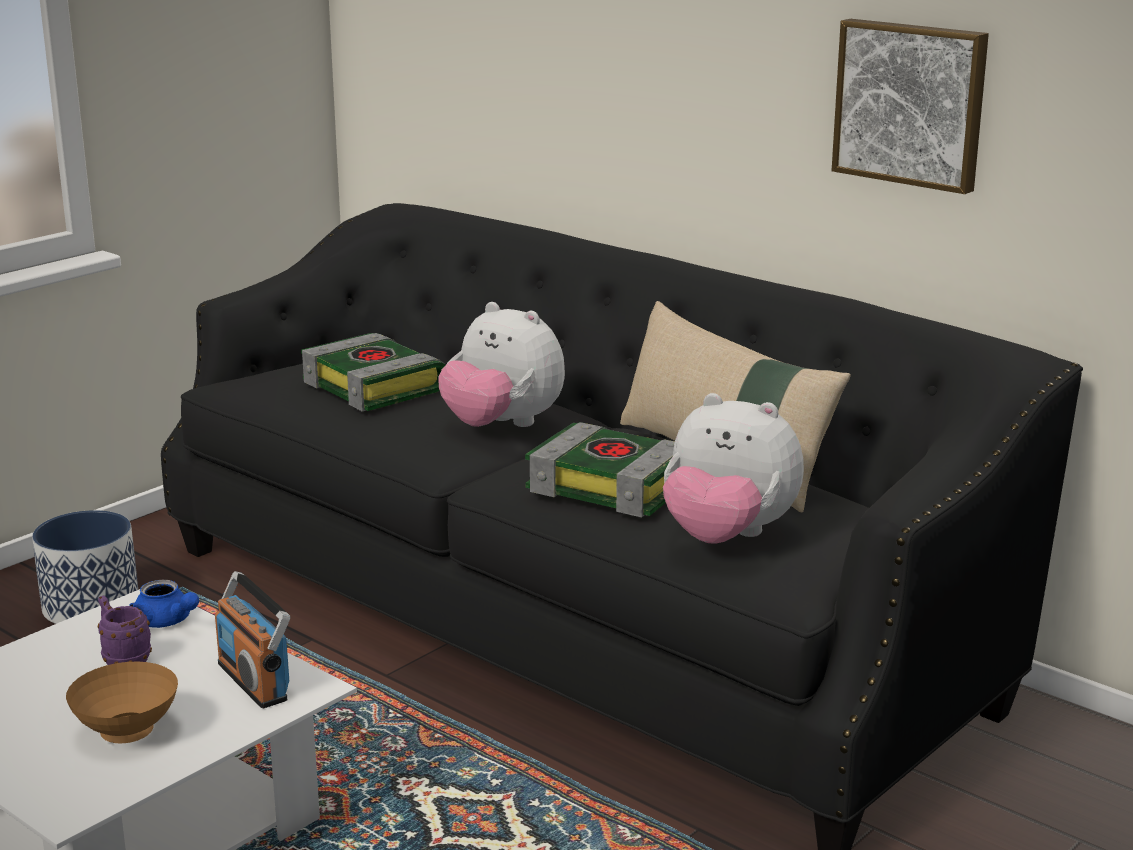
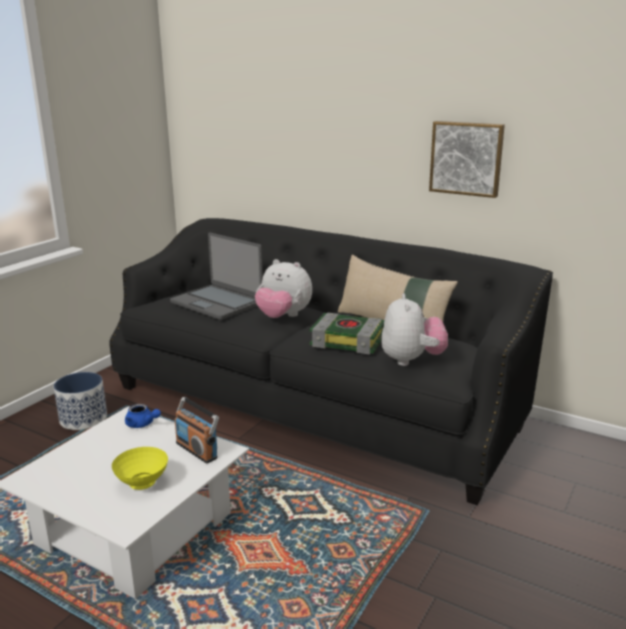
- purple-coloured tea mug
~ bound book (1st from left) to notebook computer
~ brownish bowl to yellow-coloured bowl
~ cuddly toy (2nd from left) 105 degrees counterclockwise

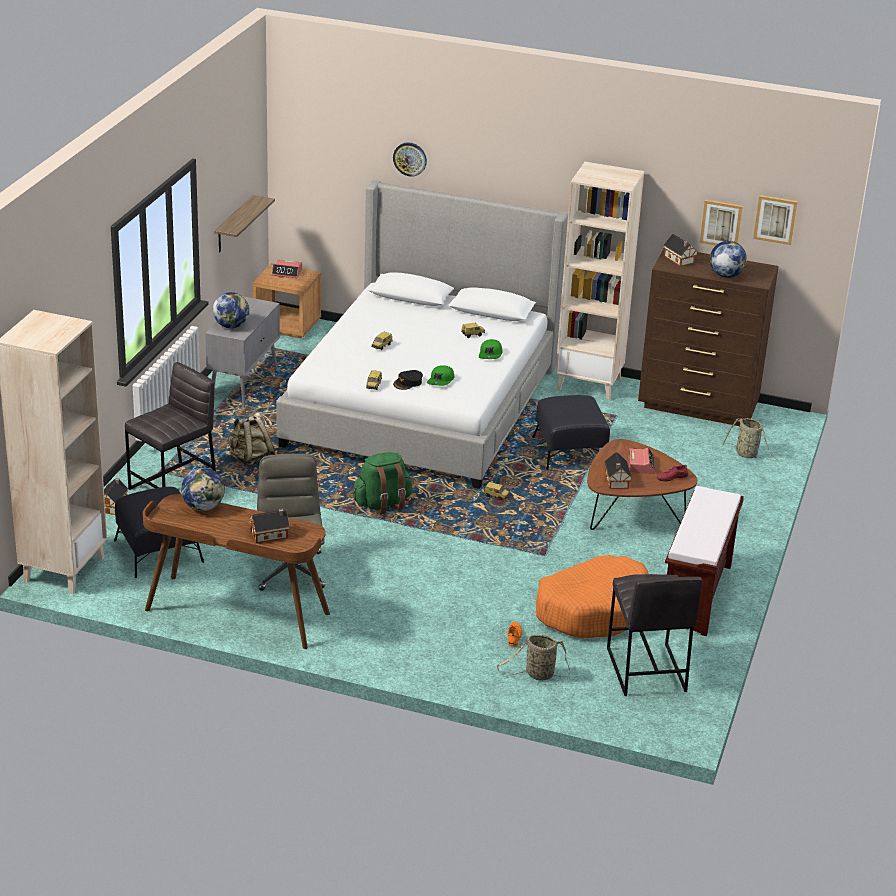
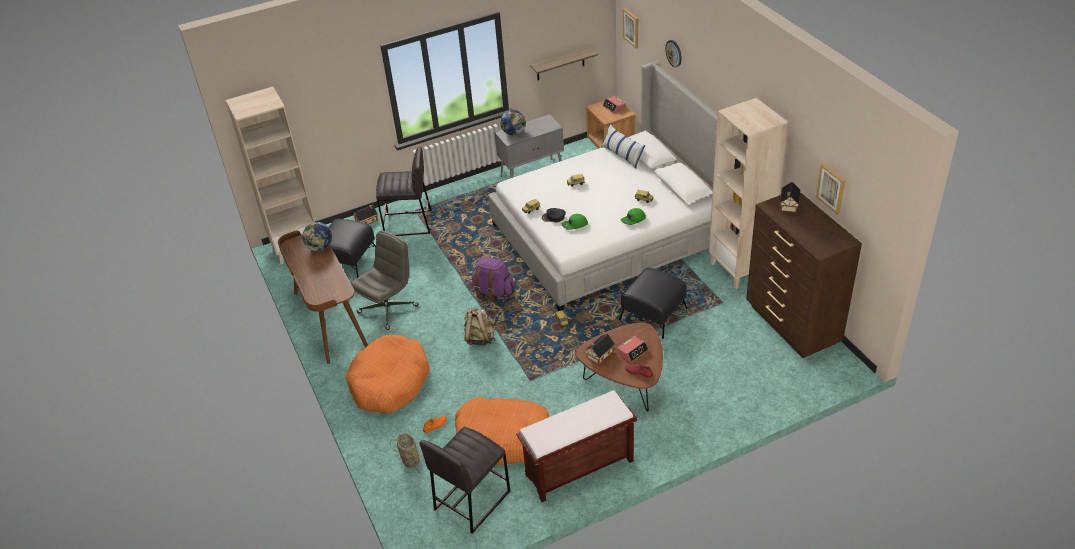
- toy house (2nd from left)
- globe (3rd from left)
- household basket (2nd from left)
+ orange pet bed (1st from left)
+ pillow
~ sand-coloured rucksack
~ picture (2nd from left in the first image) to picture (1st from left)
~ greenish rucksack to purple-coloured rucksack

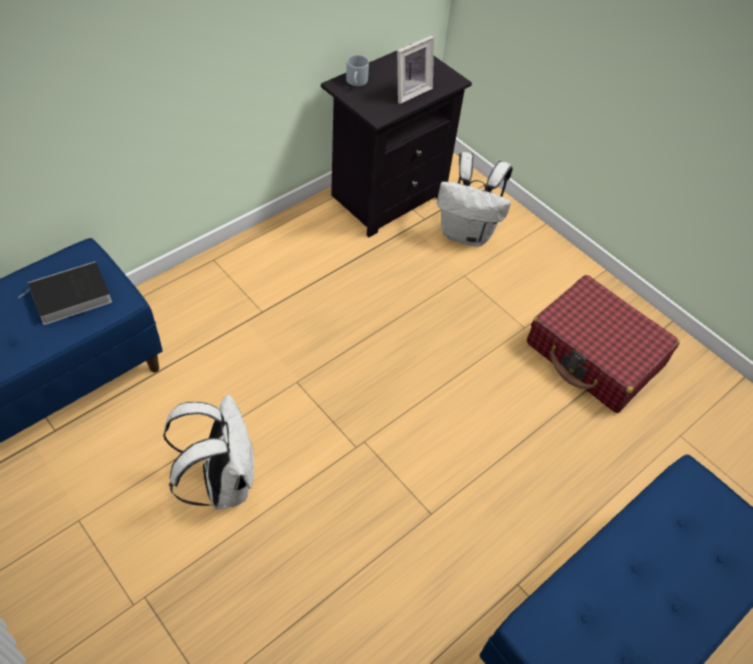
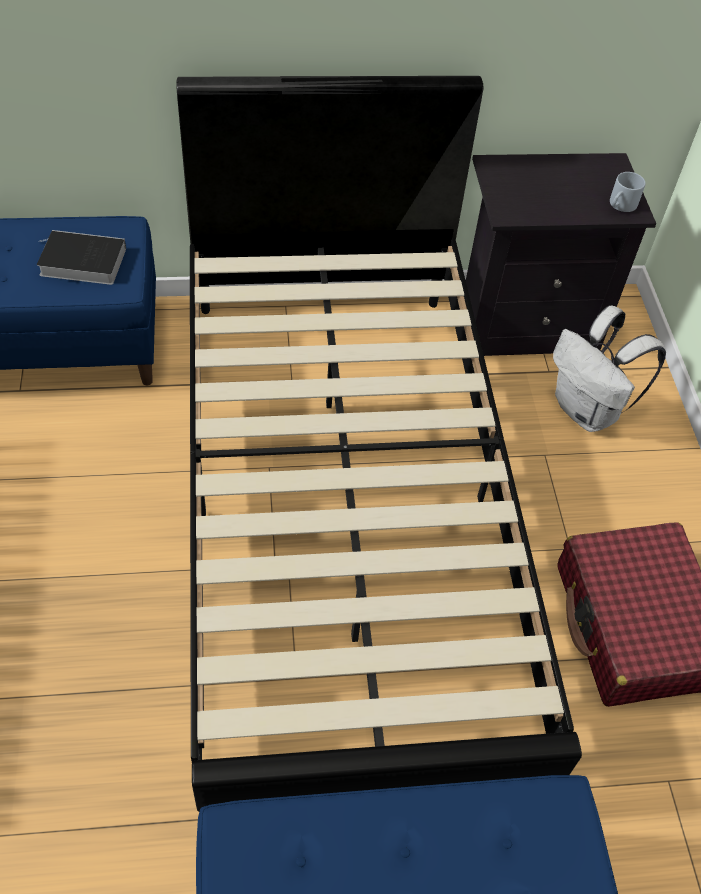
- whitish rucksack (1st from left)
- picture frame
+ blackish bed
~ gray tea mug

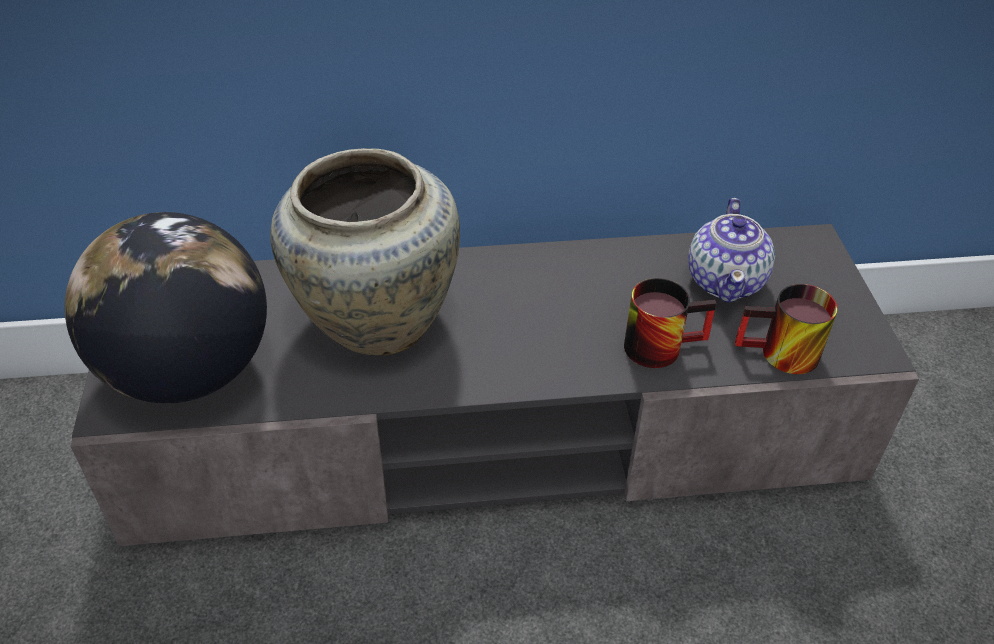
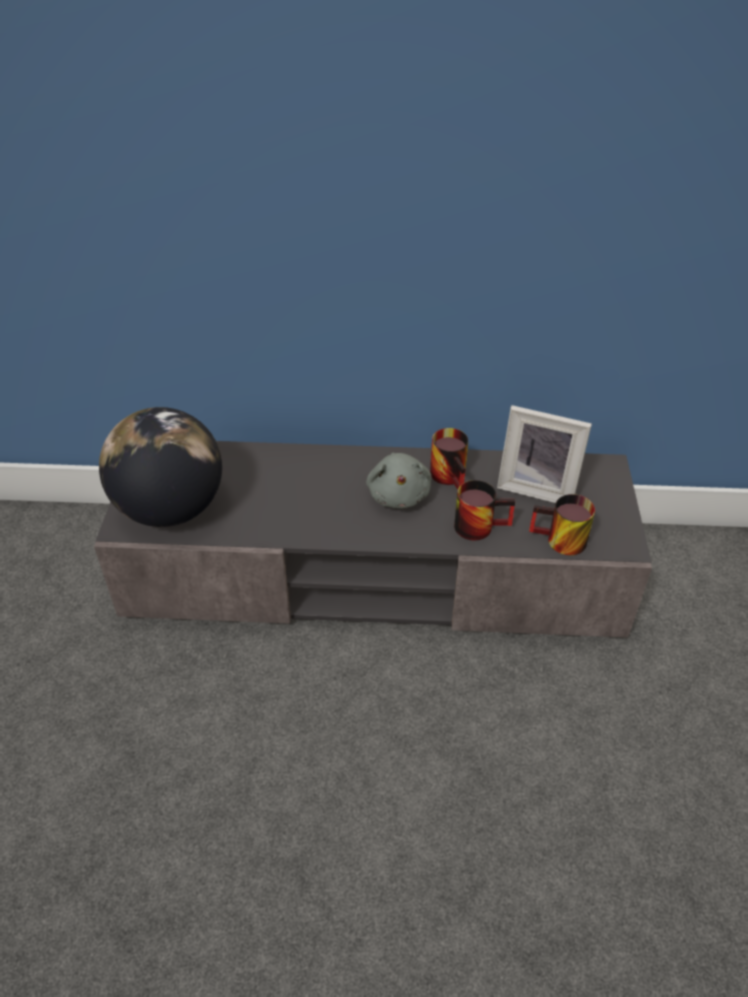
- sand-coloured flower vase
+ gray cuddly toy
+ tea mug (1st from left)
~ tea pot to picture frame

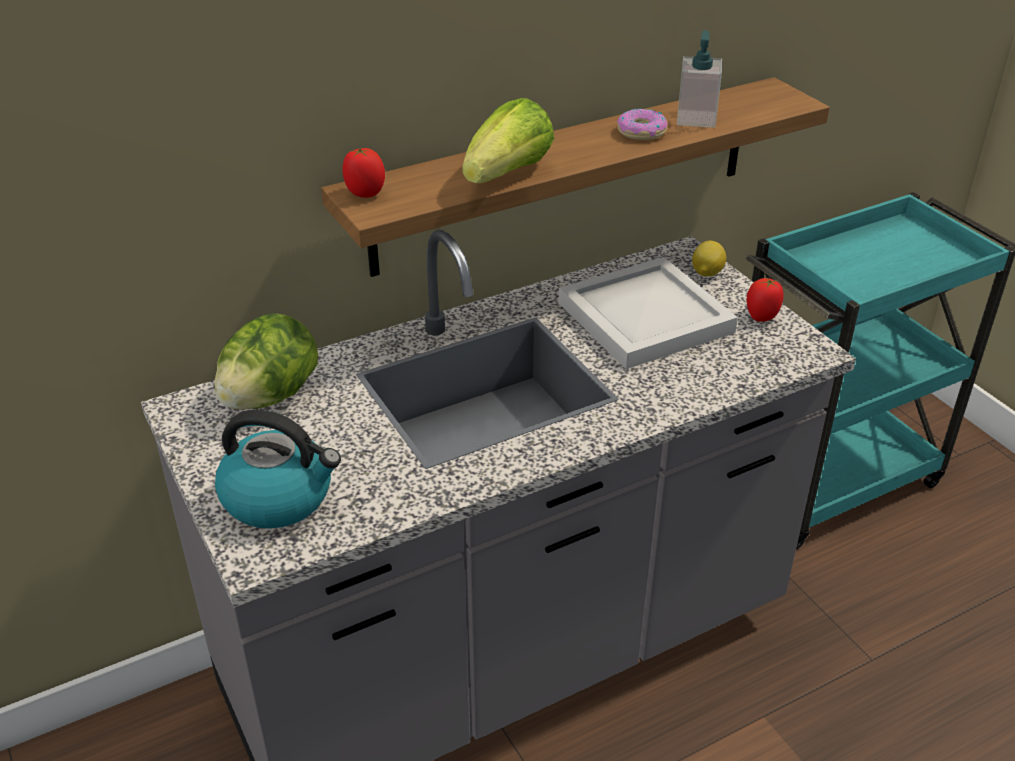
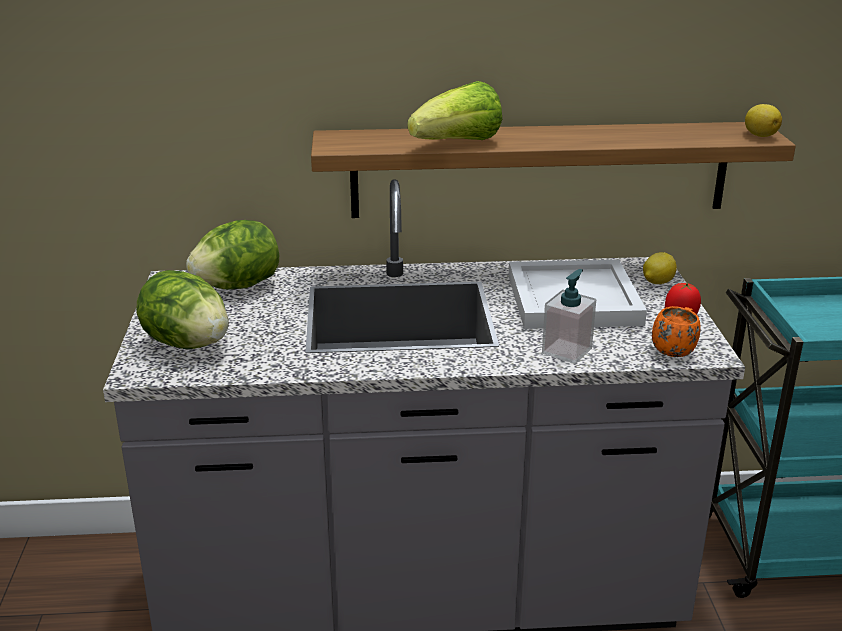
- whole tomato (1st from left)
- ring doughnut
+ orange tea mug
+ whole lemon (2nd from left)
~ soap dispenser
~ kettle to lettuce head (1st from left)

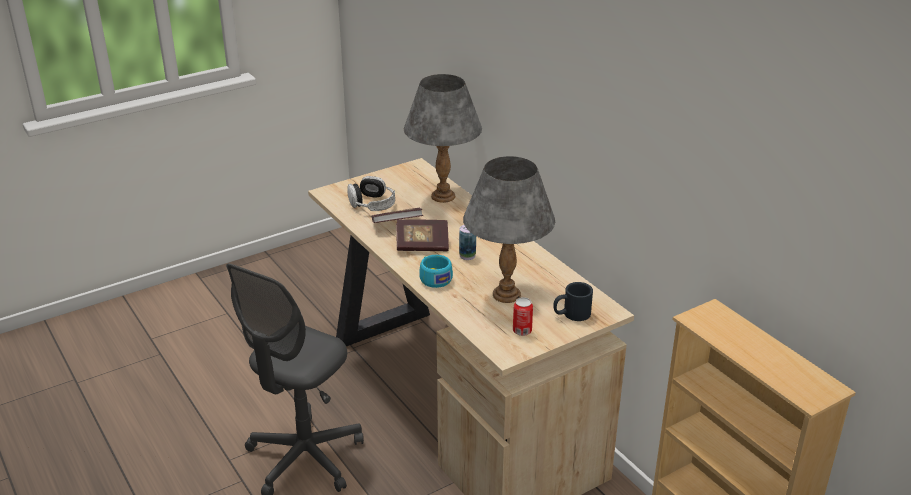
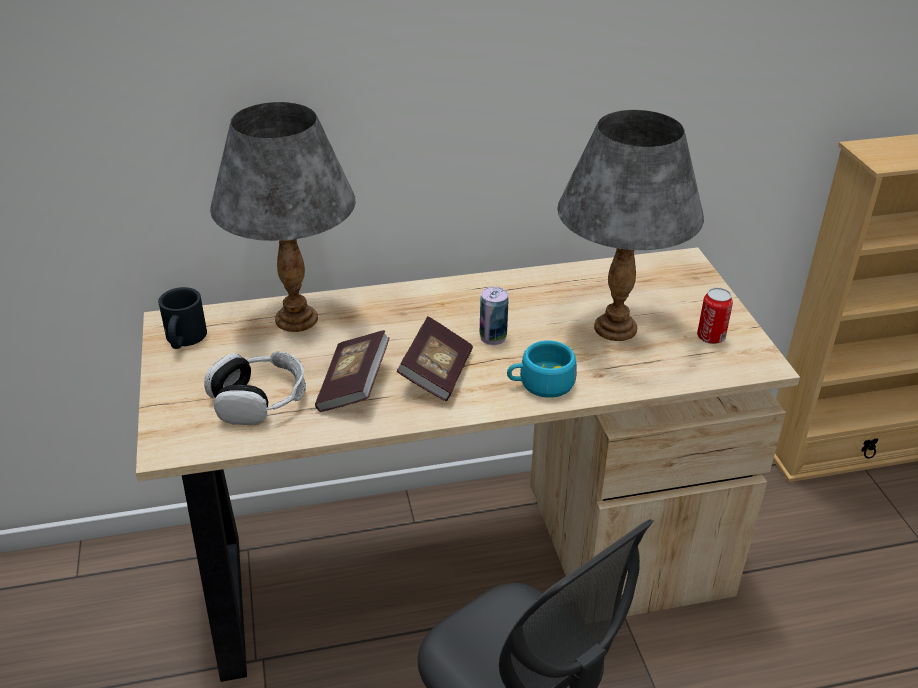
~ blackish tea mug

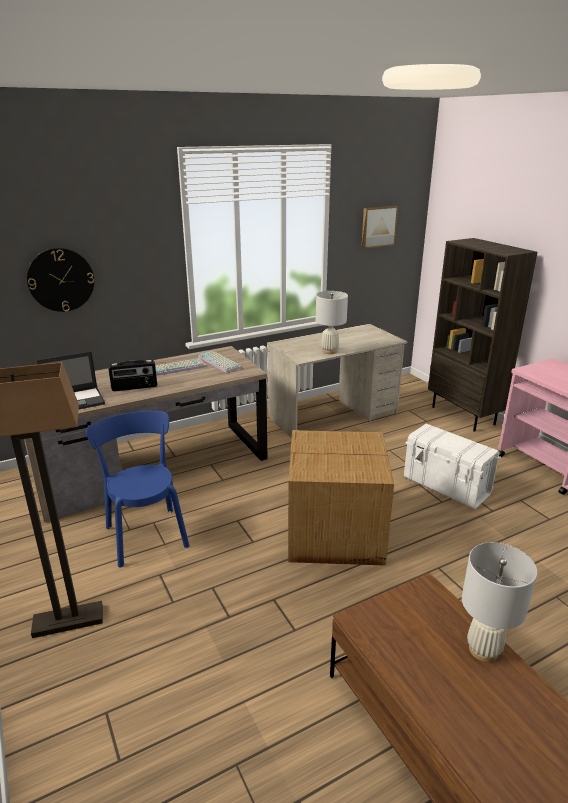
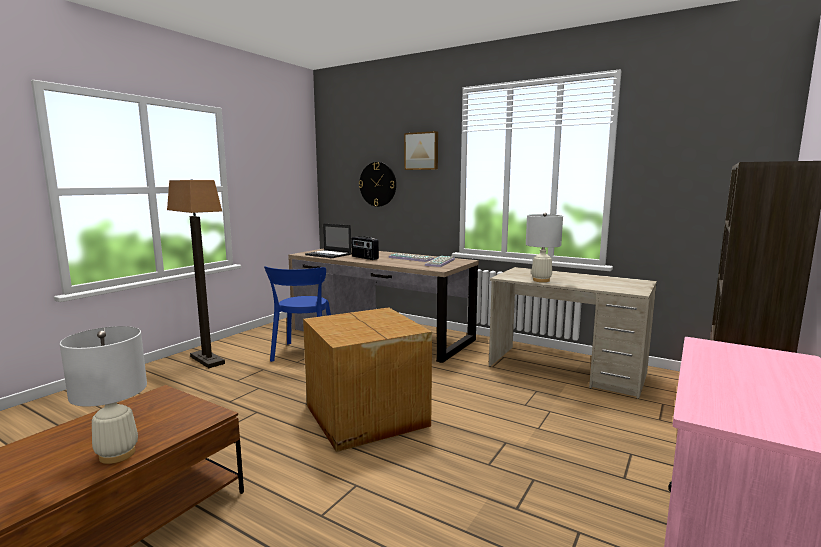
- whitish storage container
~ picture
~ blue upright chair 150 degrees clockwise

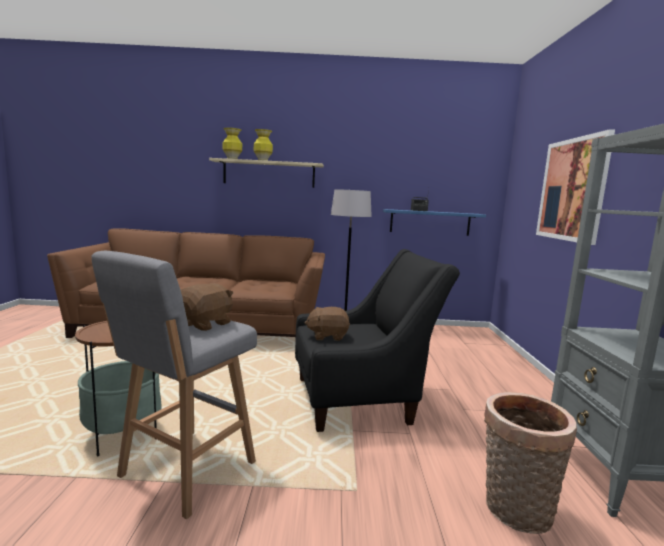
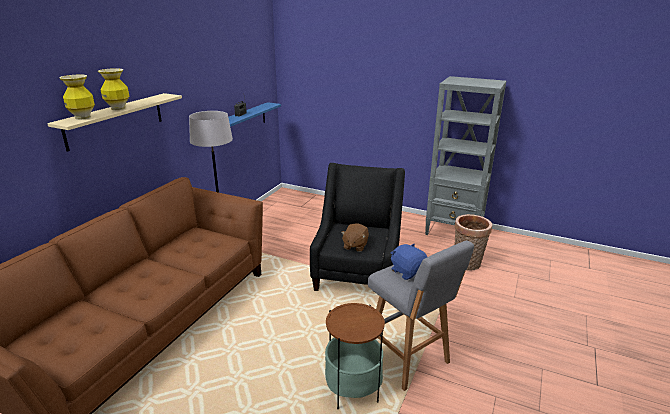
- picture
~ brownish cuddly toy (1st from left) to blue cuddly toy

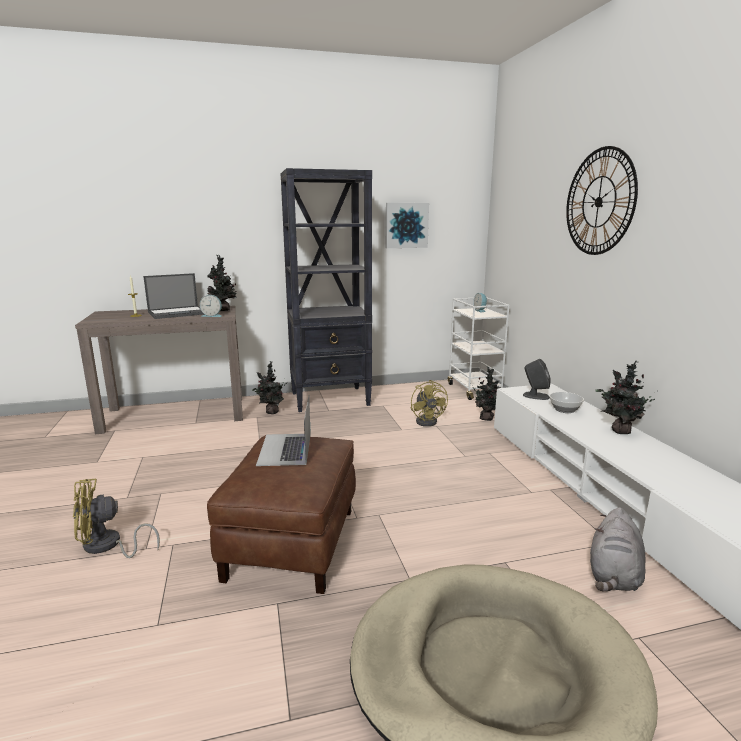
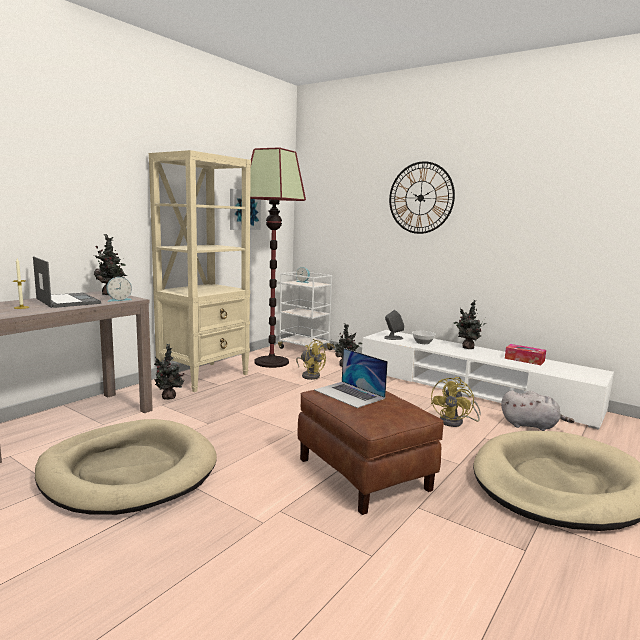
+ sand-coloured pet bed (1st from left)
+ standing lamp
+ tissue holder
~ yellow-coloured fan (1st from left in the first image) to yellow-coloured fan (2nd from left)
~ blackish bookcase to sand-coloured bookcase
~ notebook computer (1st from left) 60 degrees counterclockwise
~ gray cuddly toy 60 degrees counterclockwise

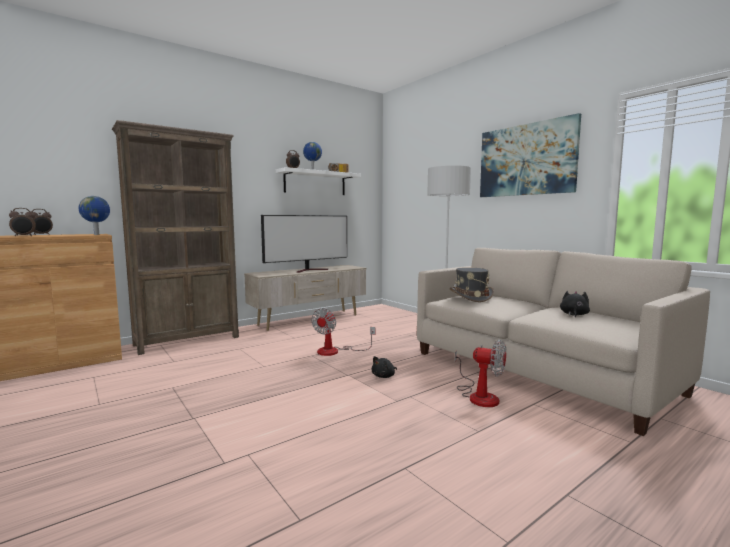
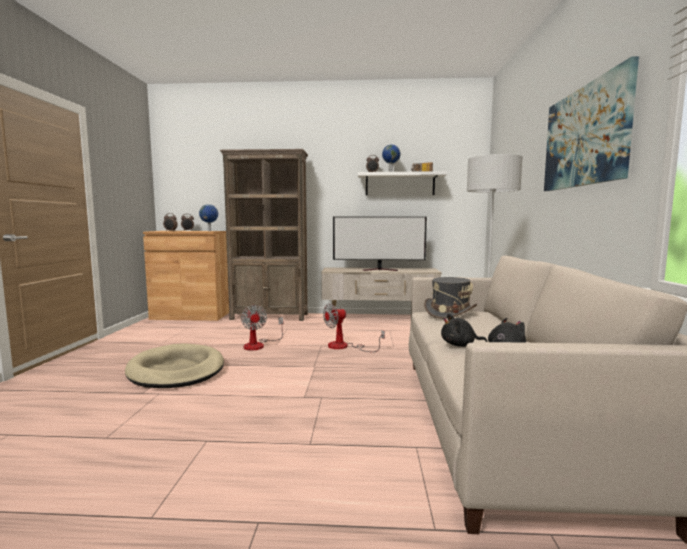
+ sand-coloured pet bed
~ blackish cuddly toy (1st from left)
~ fan (2nd from left in the first image) to fan (1st from left)

